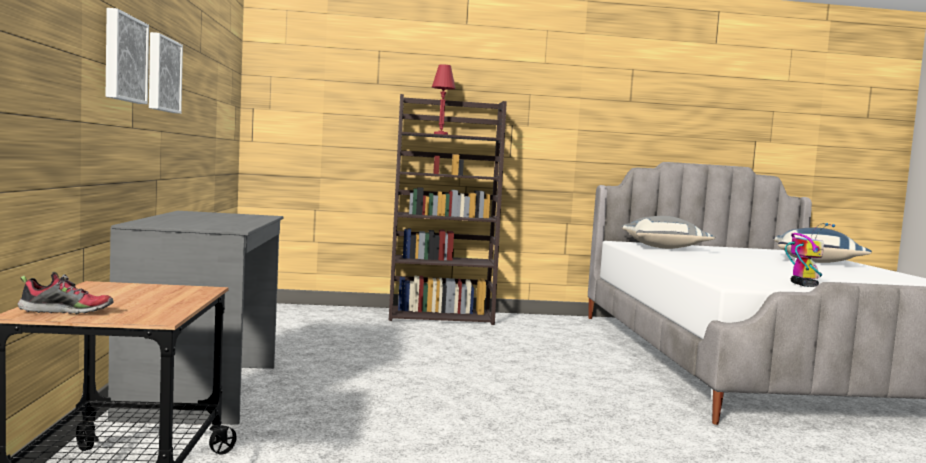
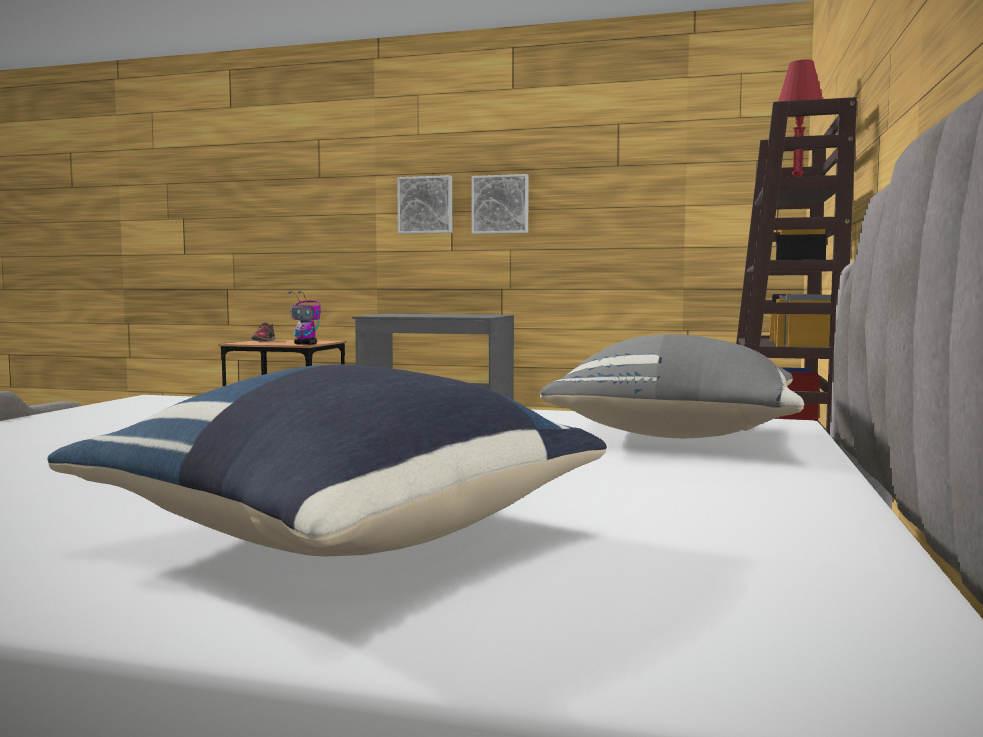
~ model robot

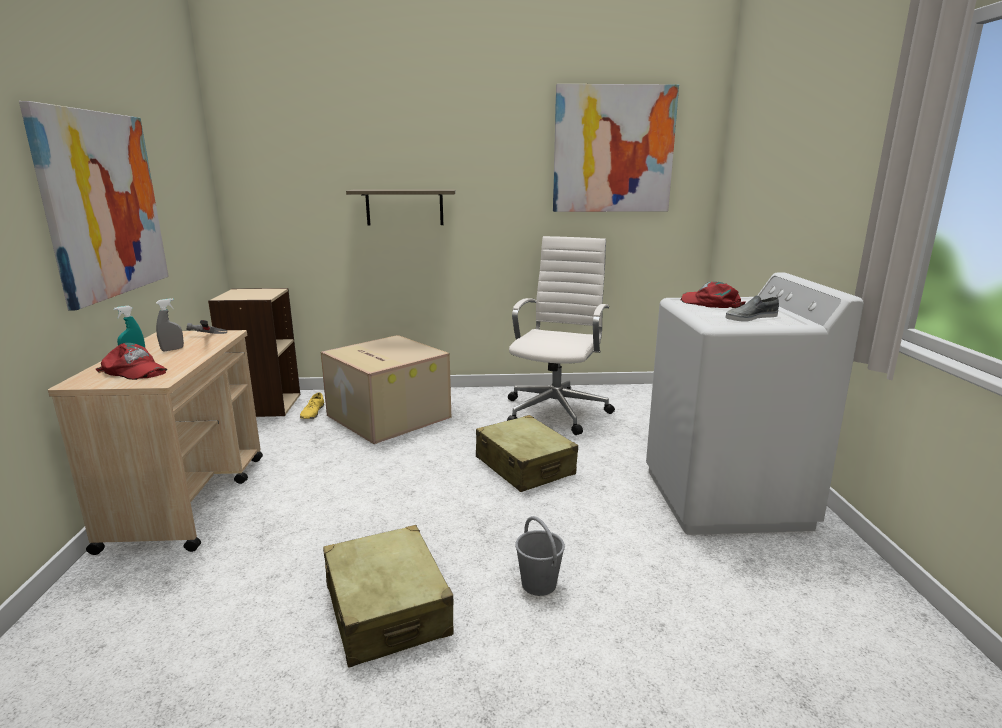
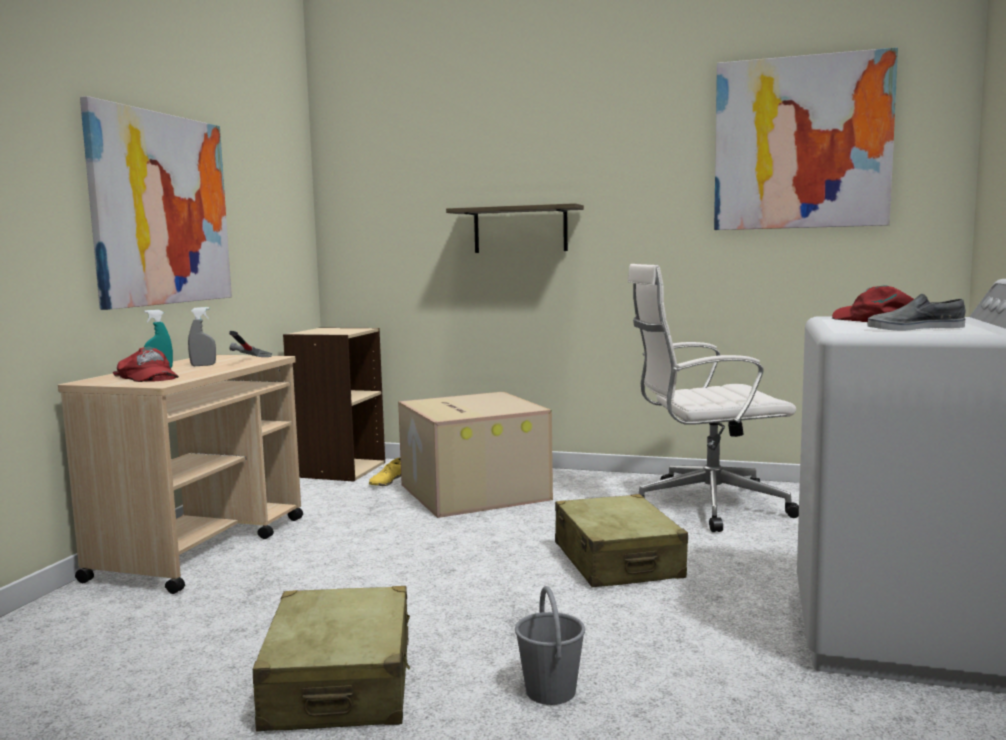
~ whitish computer chair 135 degrees counterclockwise

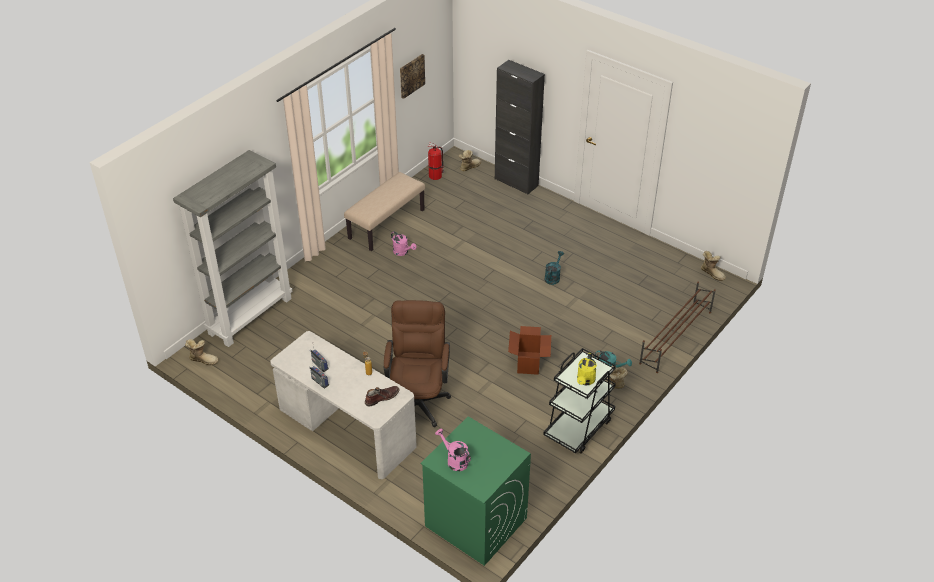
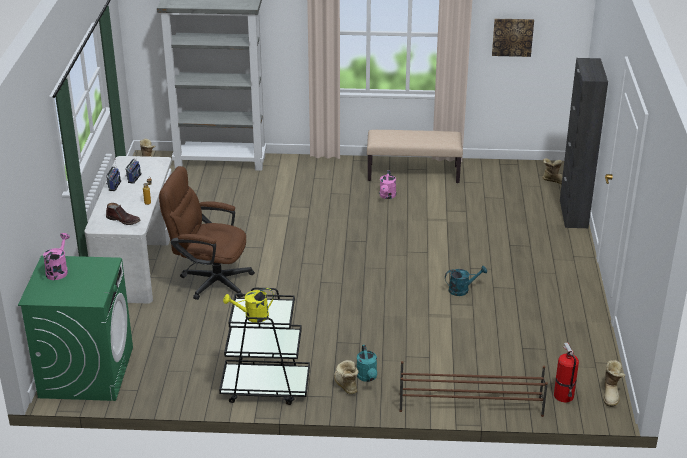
- packing box
~ extinguisher
~ brownish computer chair 135 degrees counterclockwise

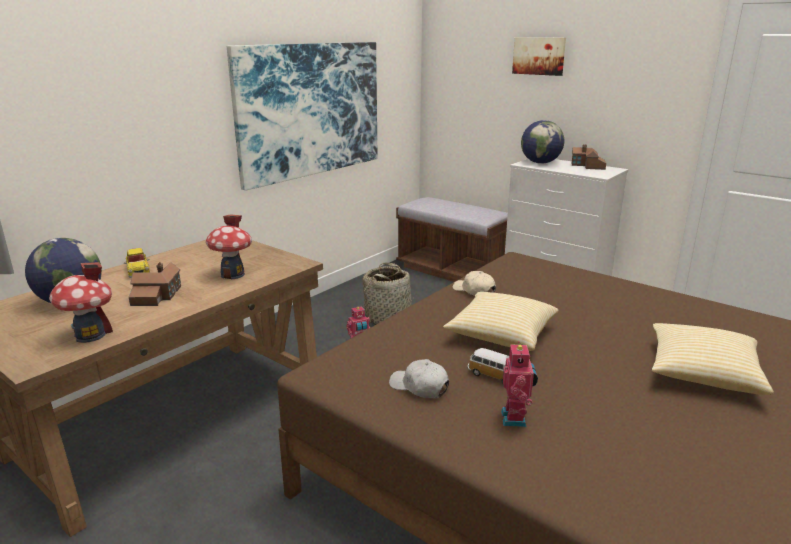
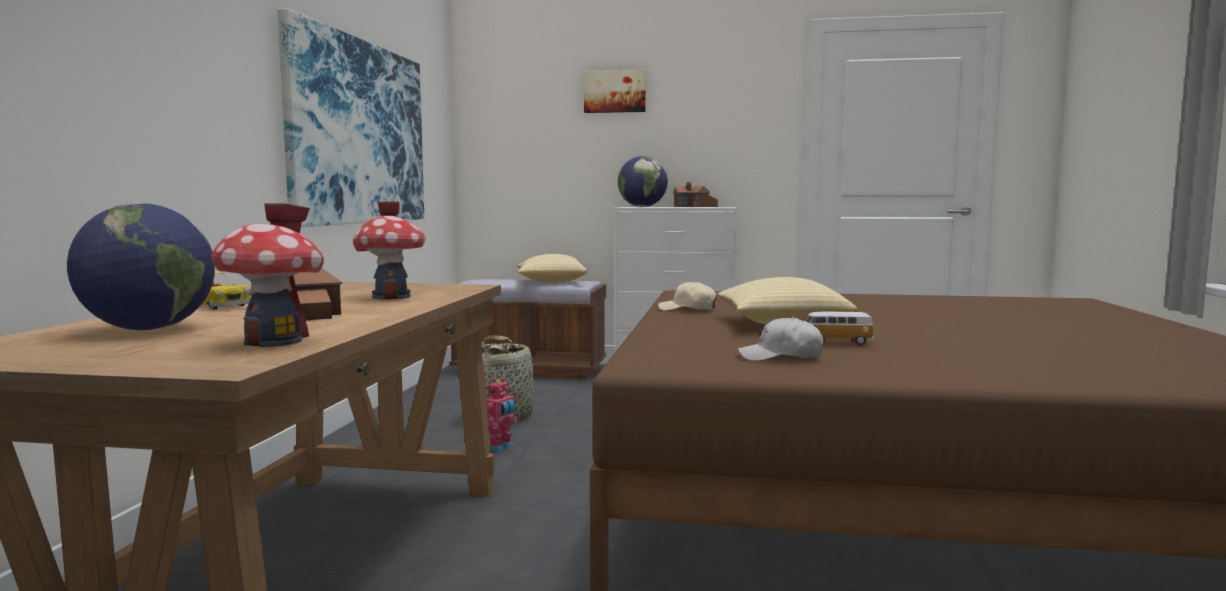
- model robot (2nd from left)
~ pillow (2nd from left in the first image) to pillow (1st from left)

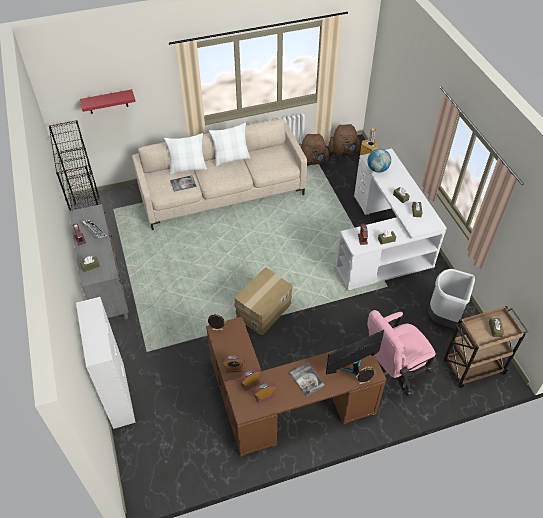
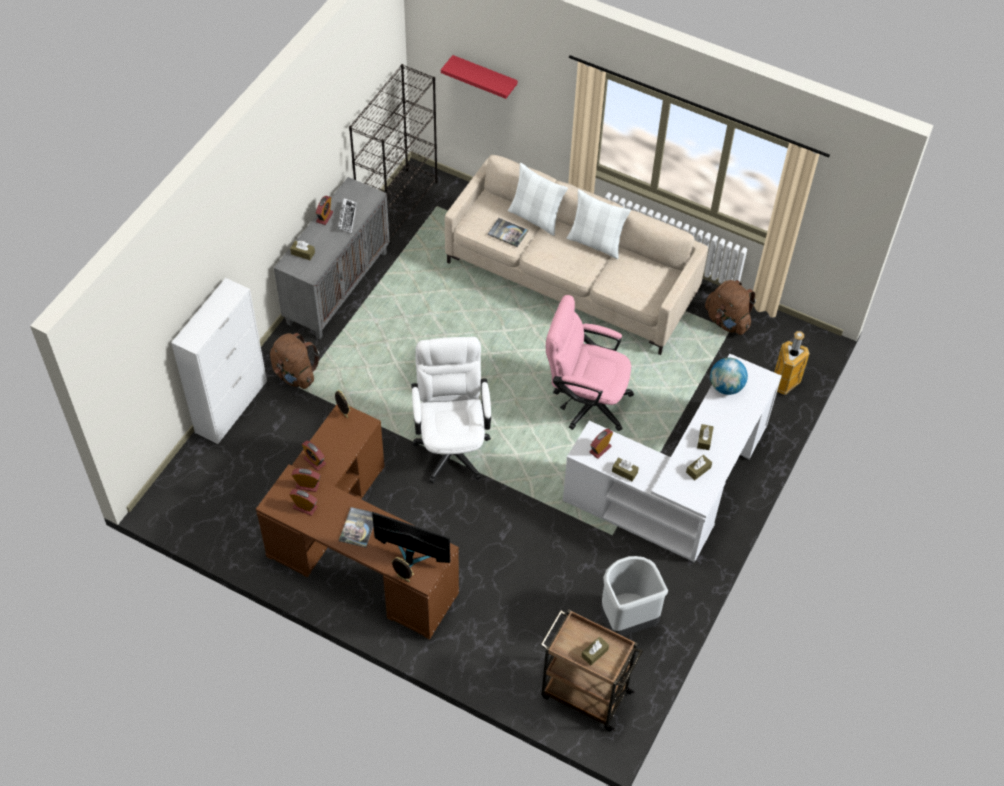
~ brownish rucksack (2nd from left in the first image) to brownish rucksack (1st from left)
~ pinkish computer chair
~ packing box to whitish computer chair

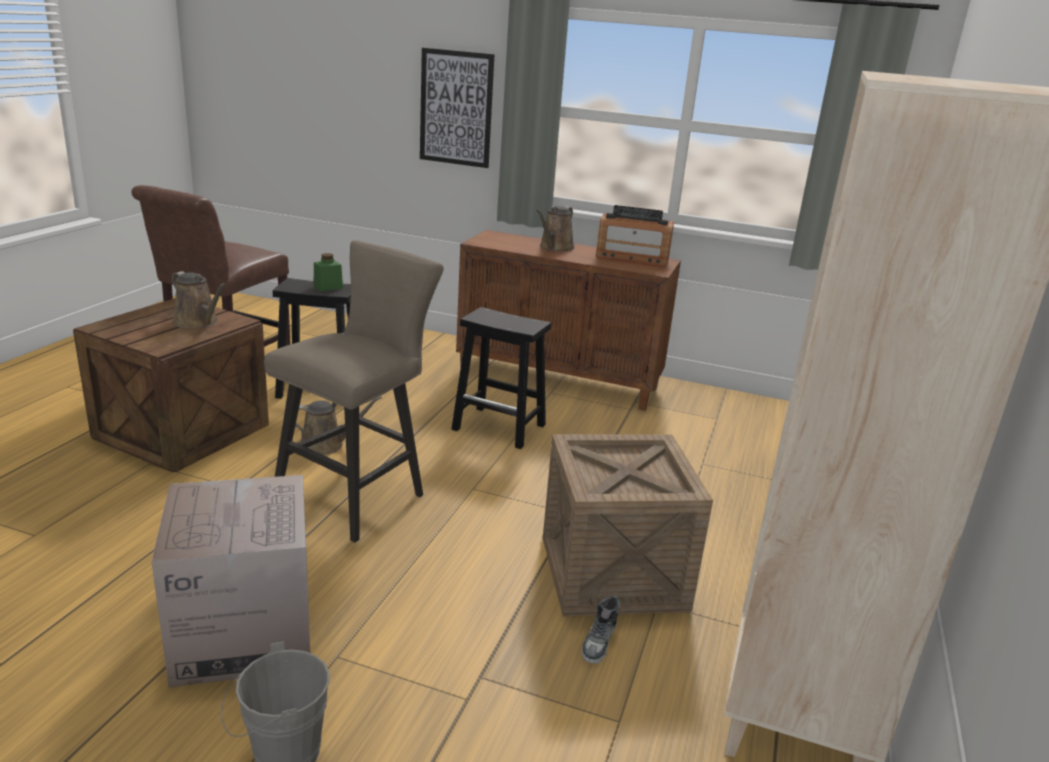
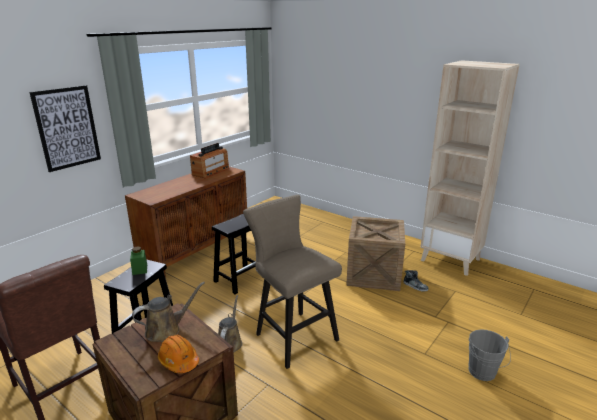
- packing box
- brownish watering can (3rd from left)
+ orange hard hat

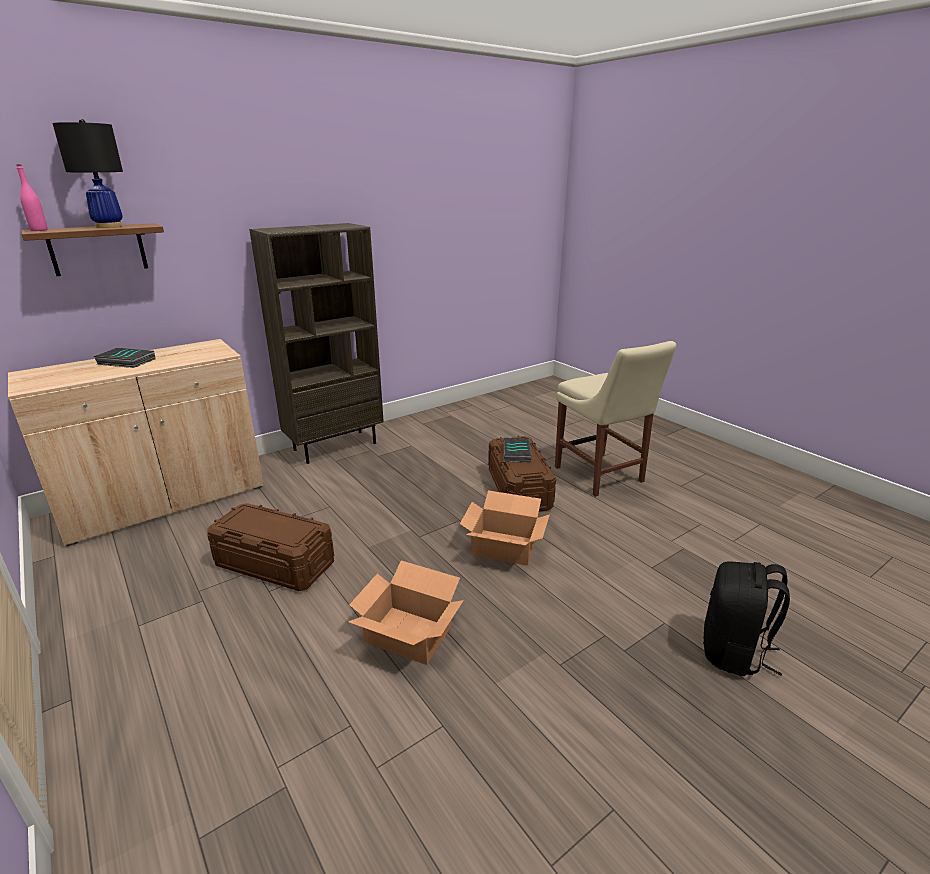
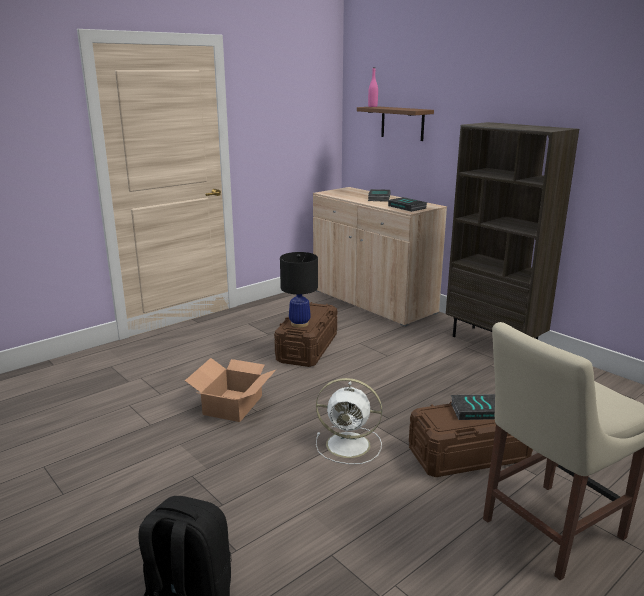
+ bound book (2nd from left)
~ blackish lamp for a table
~ packing box (2nd from left) to whitish fan

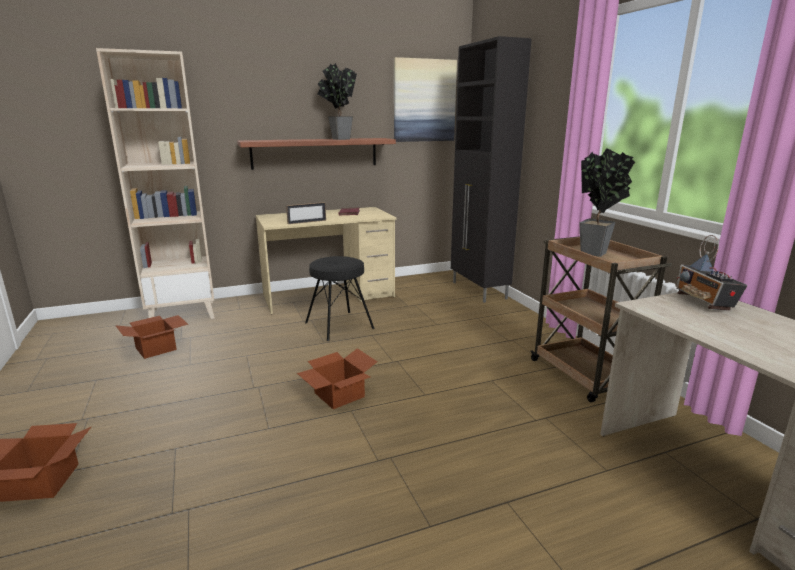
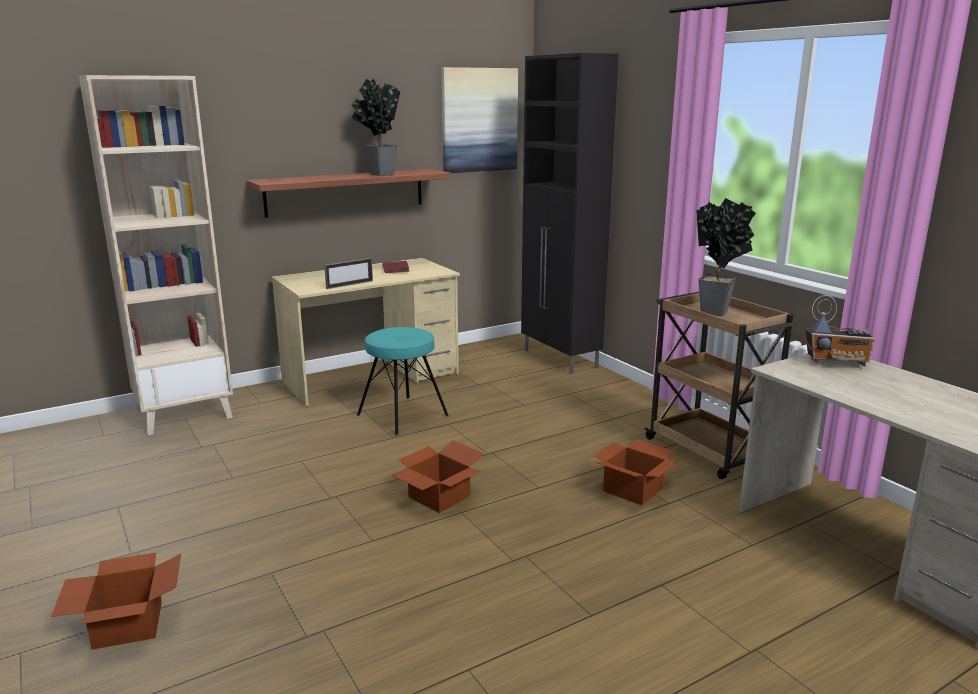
~ packing box (2nd from left in the first image) to packing box (3rd from left)
~ blackish stool seat to turquoise stool seat
~ radio set 60 degrees counterclockwise

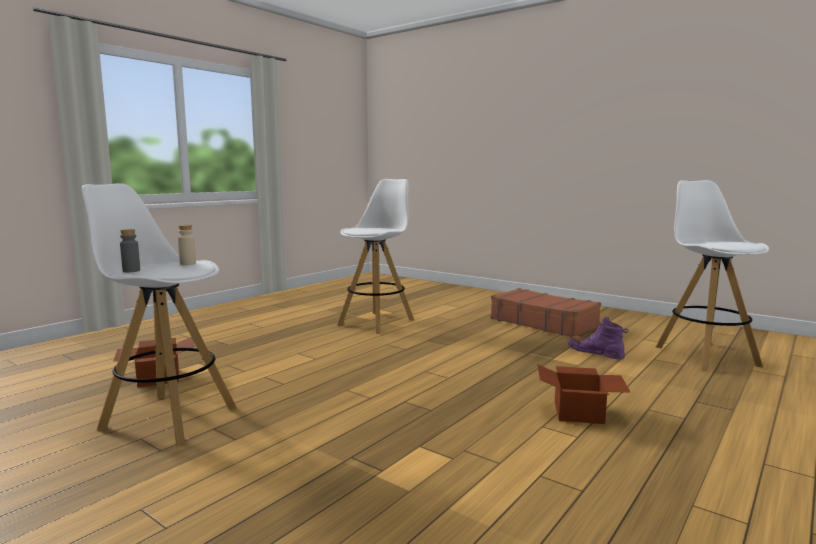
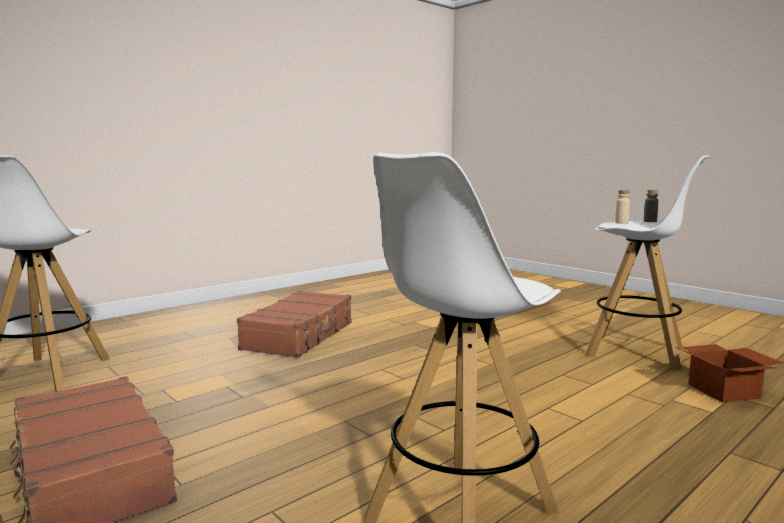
- purple-coloured tall boot
~ packing box (2nd from left) to brownish suitcase (2nd from left)

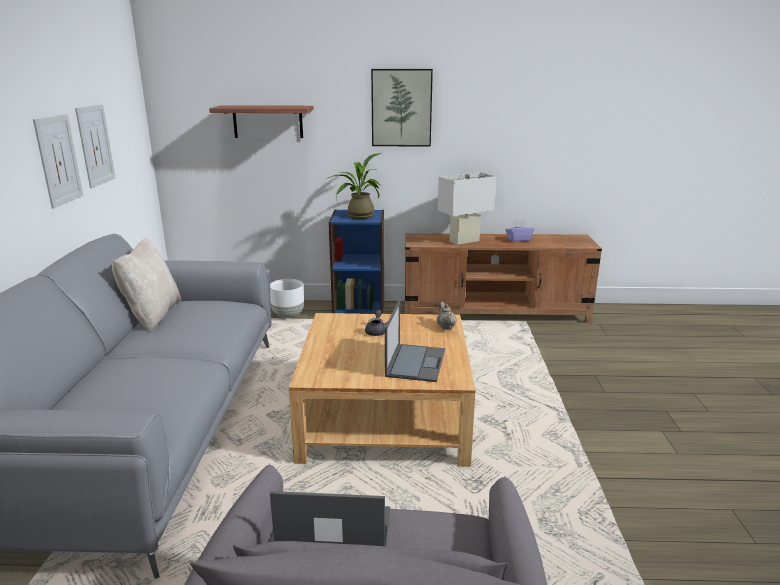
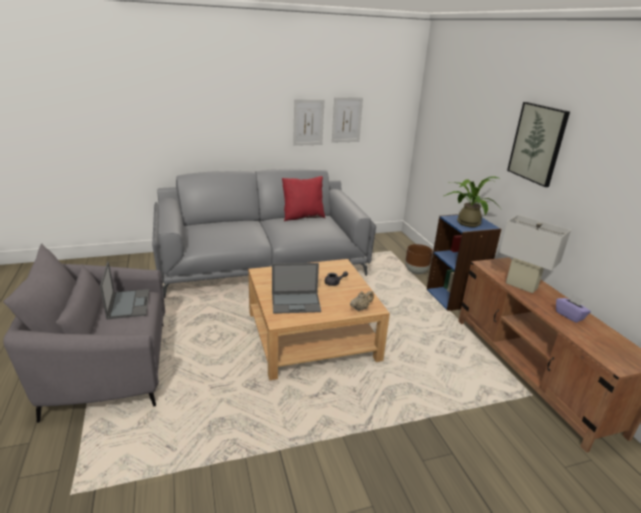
- shelf
~ sand-coloured pillow to red-coloured pillow
~ whitish plant pot to brownish plant pot

